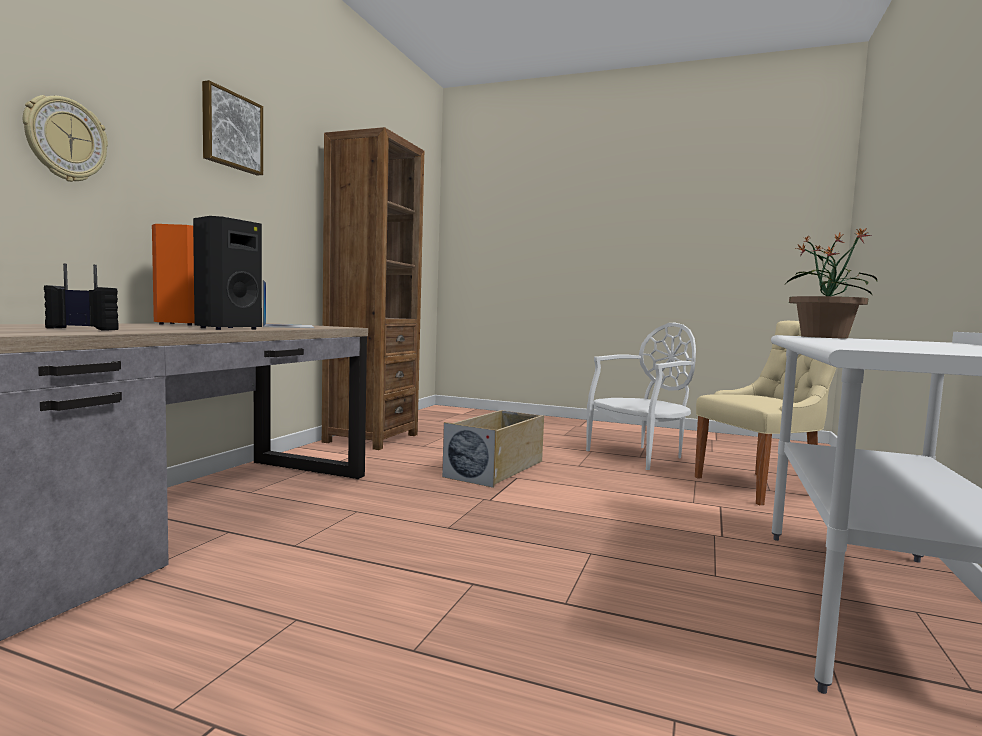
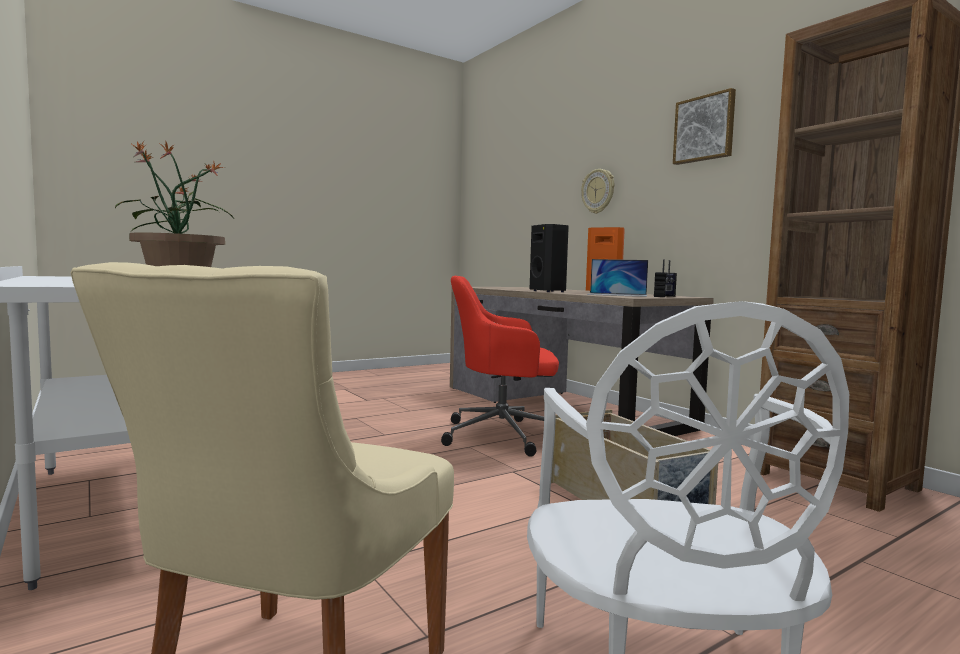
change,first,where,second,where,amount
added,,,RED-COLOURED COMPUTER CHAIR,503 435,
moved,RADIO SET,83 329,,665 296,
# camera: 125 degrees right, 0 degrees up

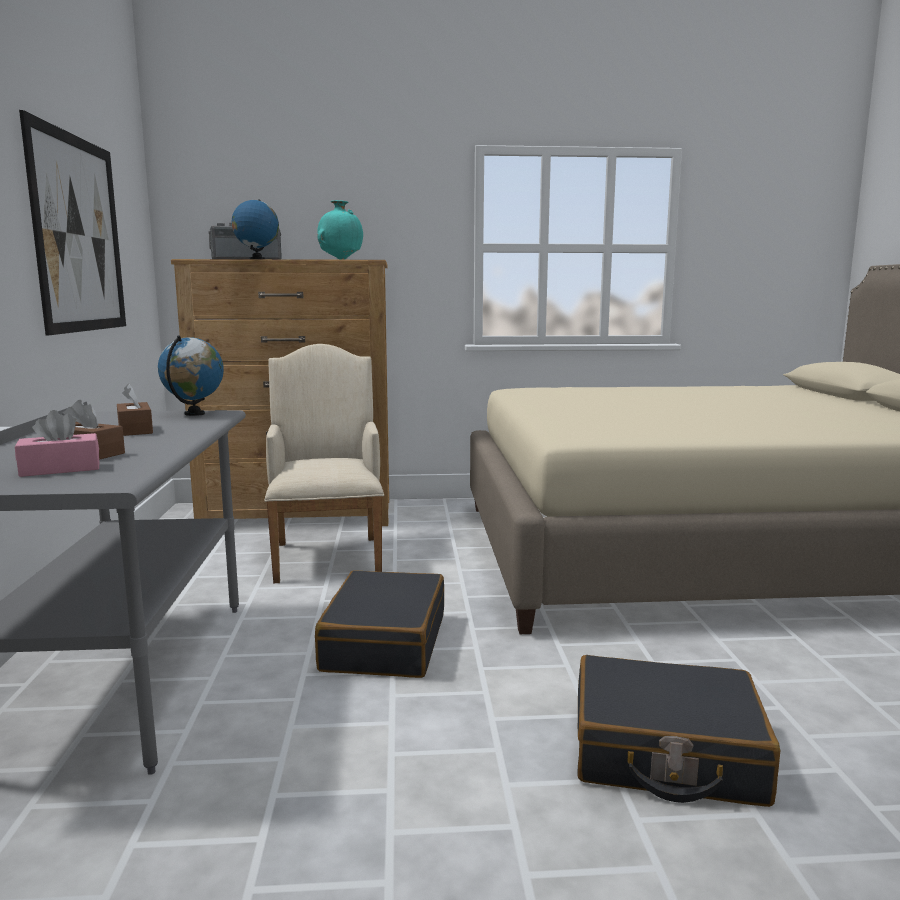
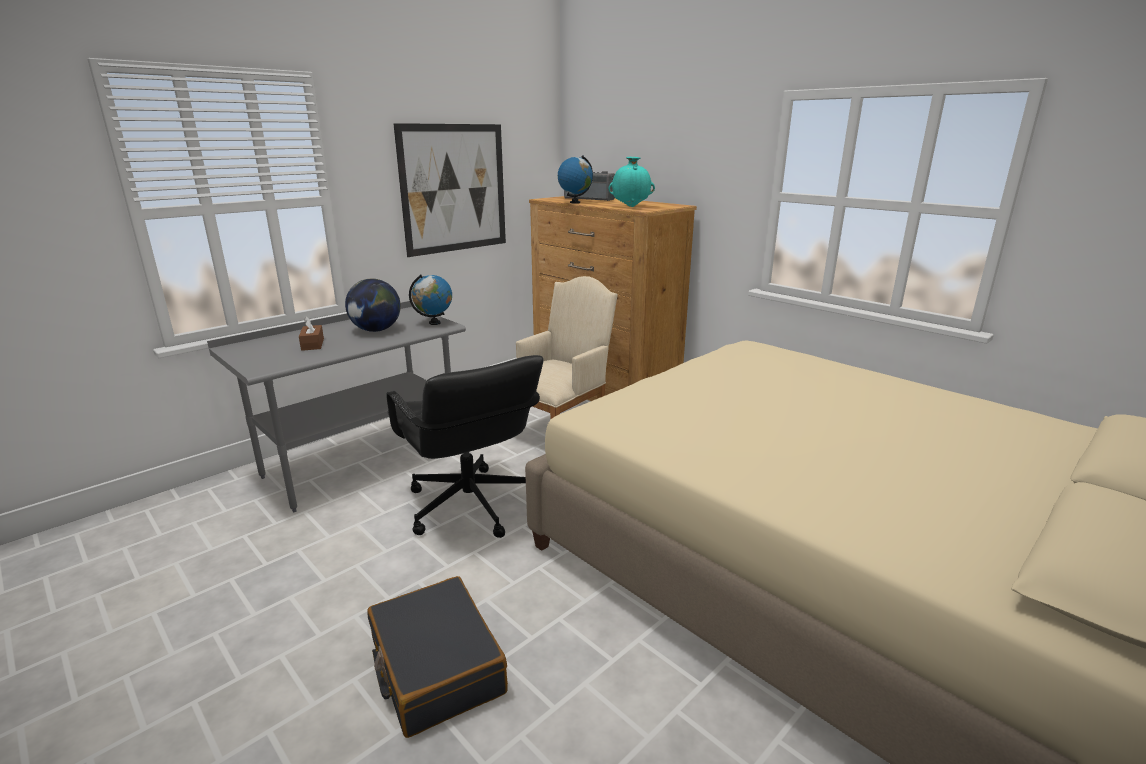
change,first,where,second,where,amount
replaced,BROWN TISSUE HOLDER,135 430,WORLD GLOBE,376 330,
replaced,BLACK-COLOURED TRAVEL CASE,384 642,BLACK-COLOURED COMPUTER CHAIR,470 506,
removed,PINK-COLOURED TISSUE HOLDER,60 469,,,
# camera: 50 degrees right, 10 degrees up

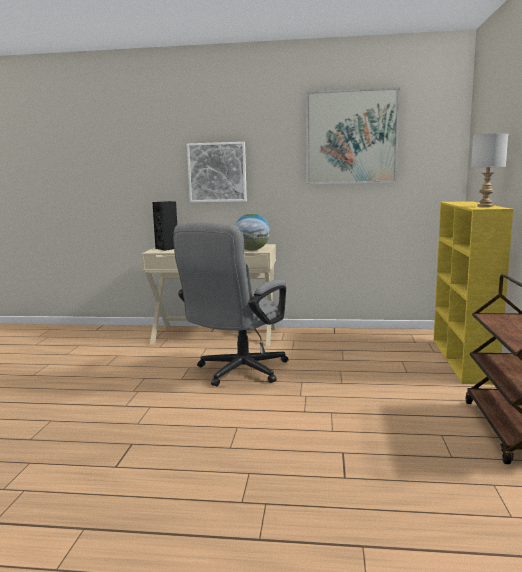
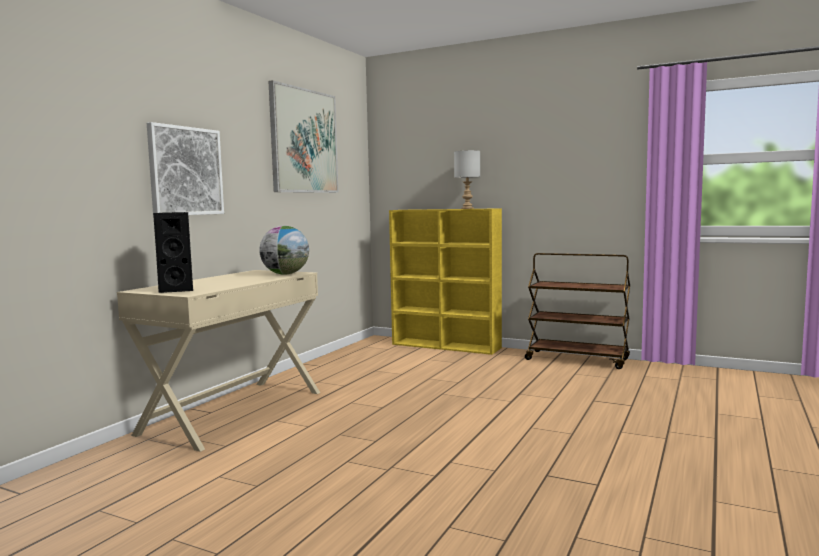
change,first,where,second,where,amount
removed,GREY COMPUTER CHAIR,237 372,,,
# camera: 70 degrees left, 5 degrees down

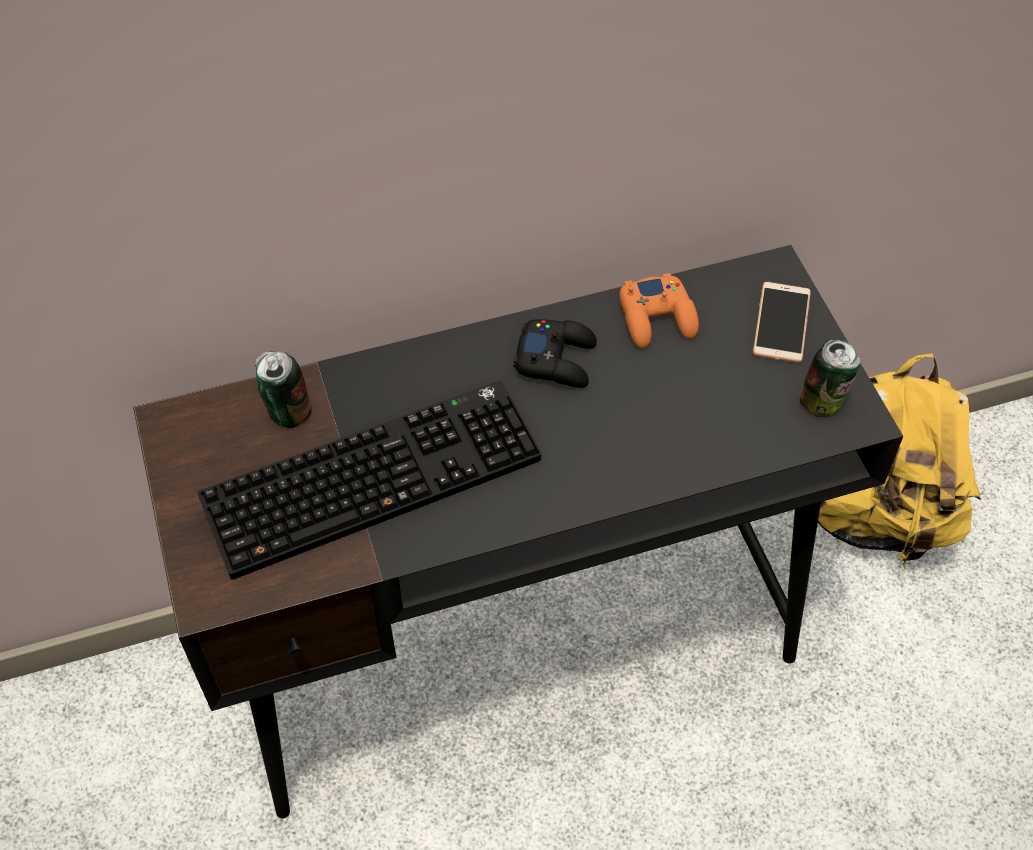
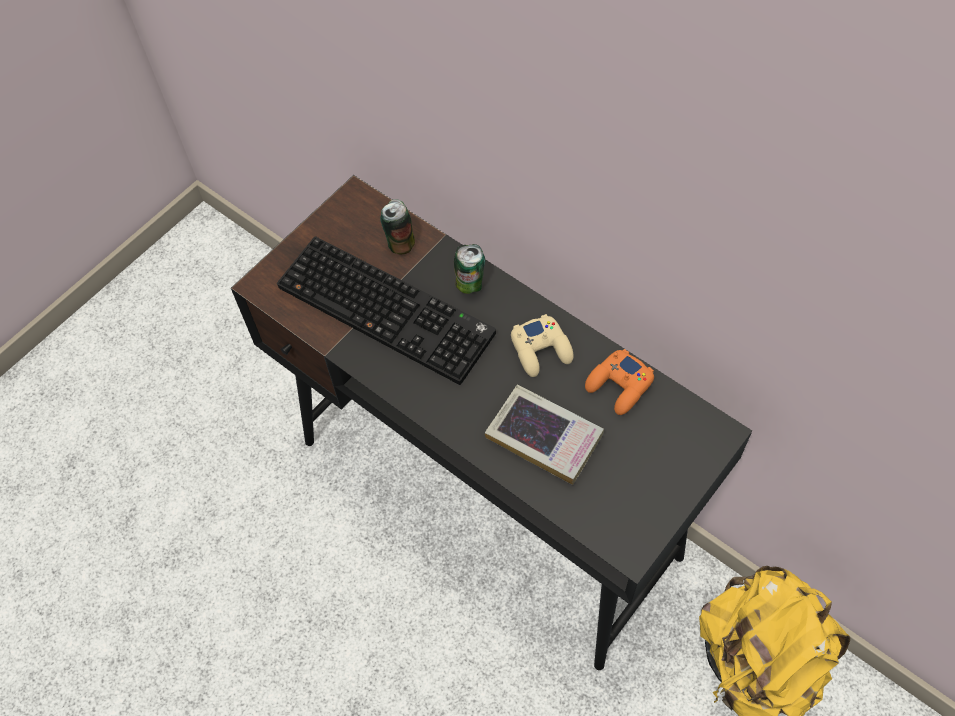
change,first,where,second,where,amount
moved,SEALED CAN,823 403,,470 285,
added,,,BOOK,544 437,
recoloured,BLACK-COLOURED GAMEPAD,556 359,BEIGE-COLOURED GAMEPAD,541 350,
removed,PHONE,781 323,,,
# camera: 60 degrees right, 5 degrees up

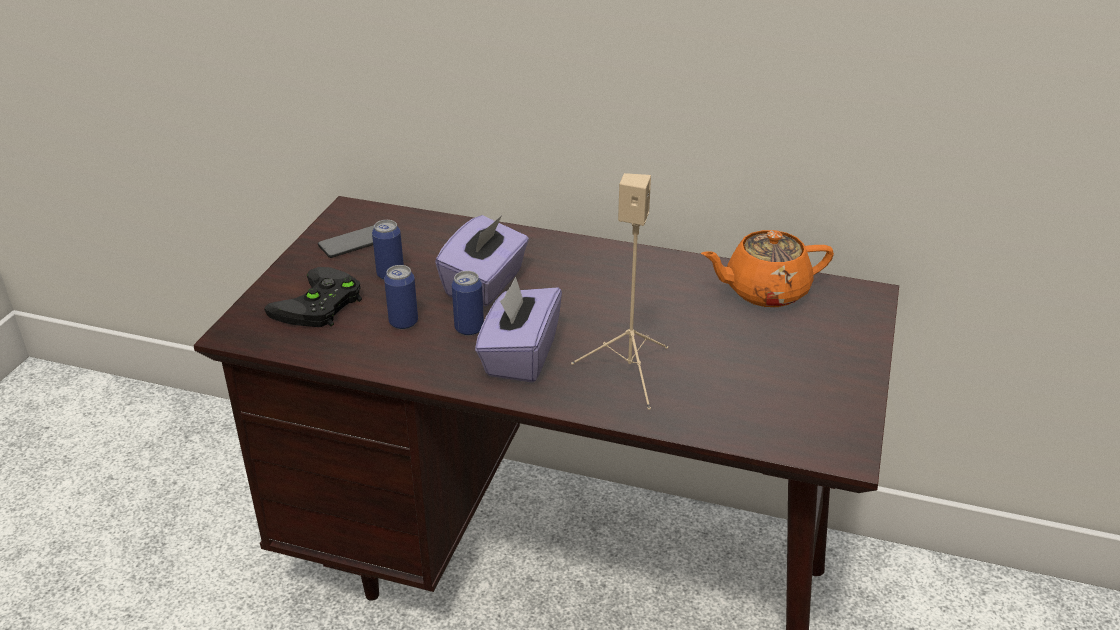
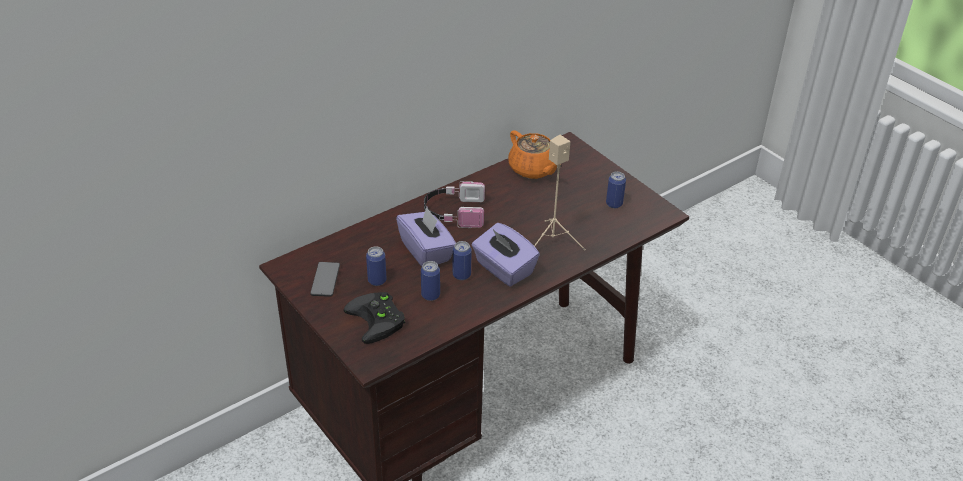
change,first,where,second,where,amount
added,,,HEADPHONES,454 213,
turned,ORANGE-COLOURED POT FOR TEA,764 291,,533 169,60 degrees counterclockwise
added,,,SEALED CAN,614 204,
# camera: 55 degrees left, 5 degrees up

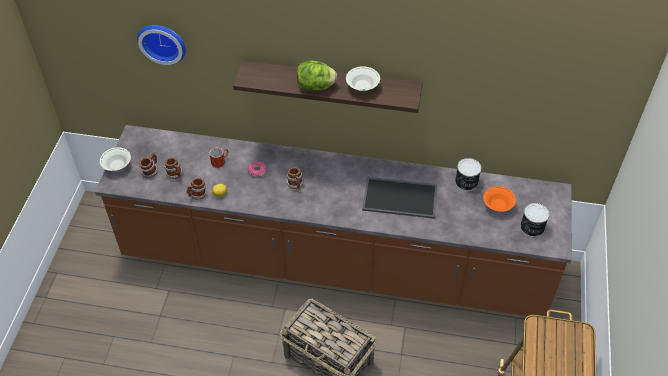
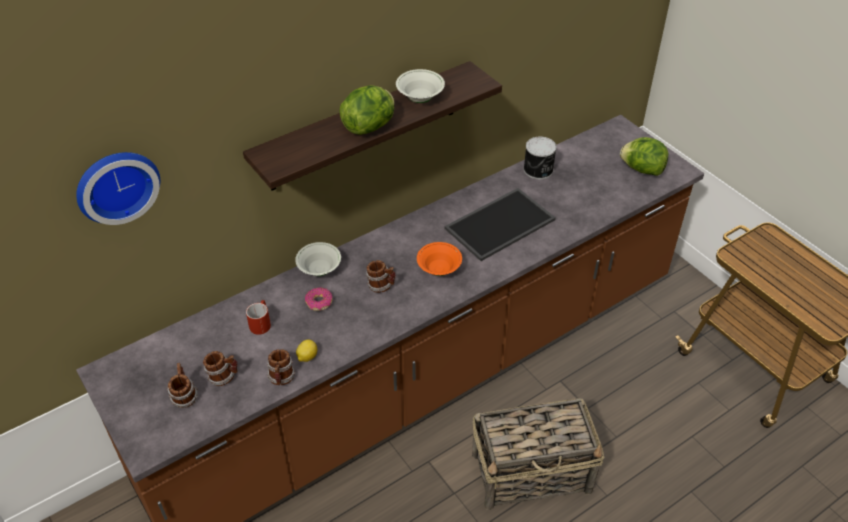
change,first,where,second,where,amount
moved,WHITE-COLOURED SERVING BOWL,117 166,,319 270,
moved,ORANGE-COLOURED SERVING BOWL,497 206,,439 270,
replaced,SEALED CAN,532 228,LETTUCE,642 169,
# camera: 45 degrees left, 5 degrees down

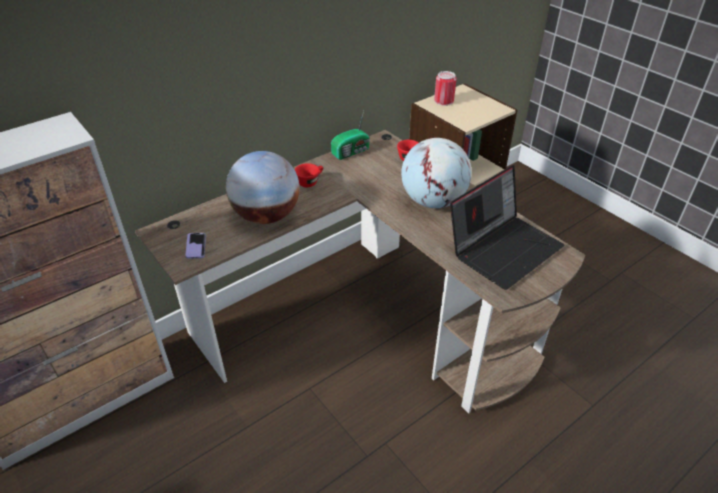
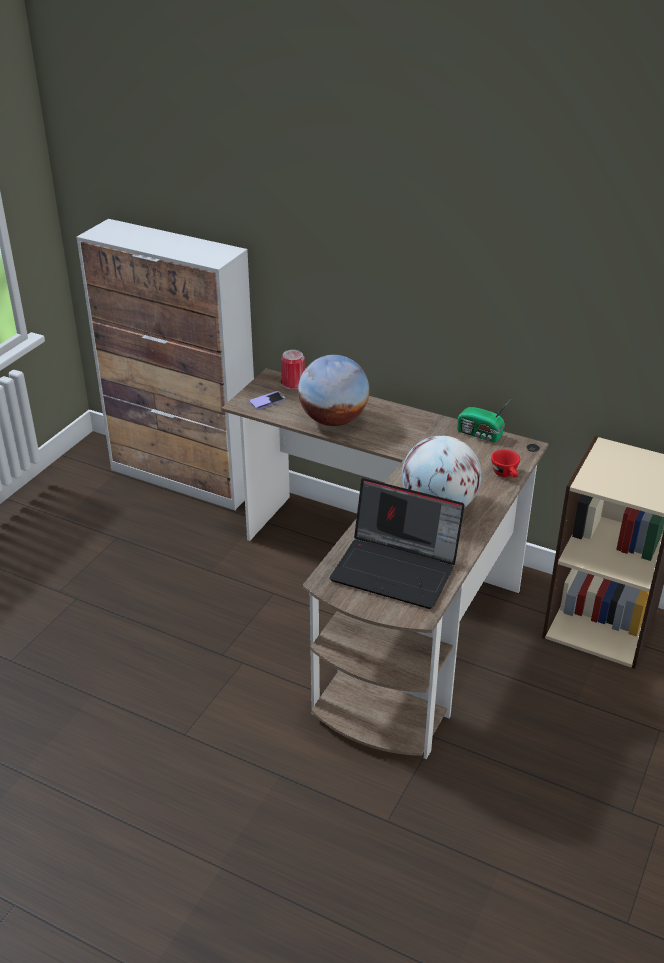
change,first,where,second,where,amount
moved,SEALED CAN,443 101,,293 383,
removed,RED-COLOURED DRINKING CUP,310 181,,,
# camera: 65 degrees right, 5 degrees down

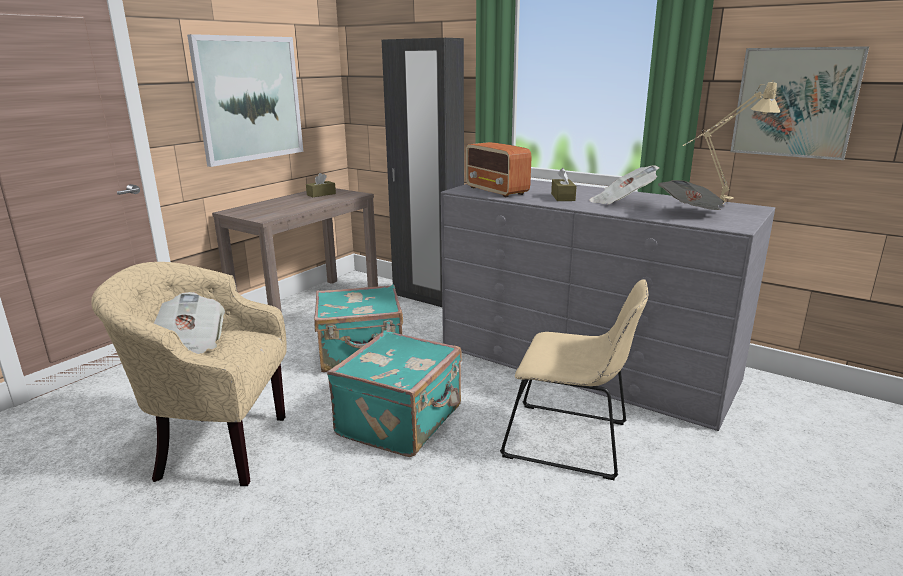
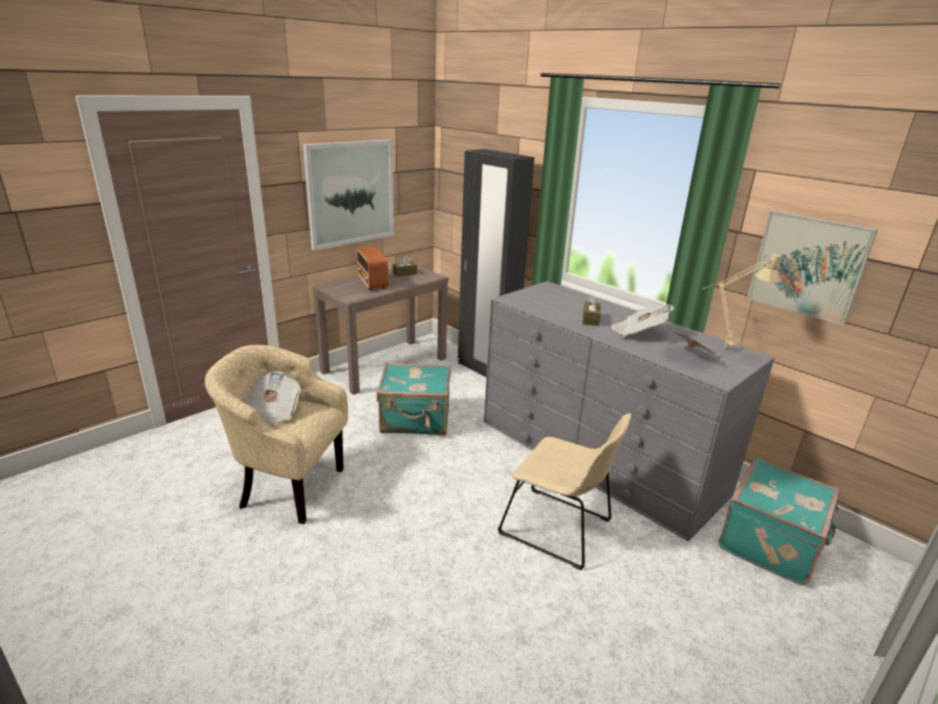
change,first,where,second,where,amount
moved,RADIO SET,497 191,,372 283,
moved,TURQUOISE TRAVEL CASE,402 421,,772 543,
# camera: 10 degrees right, 5 degrees up

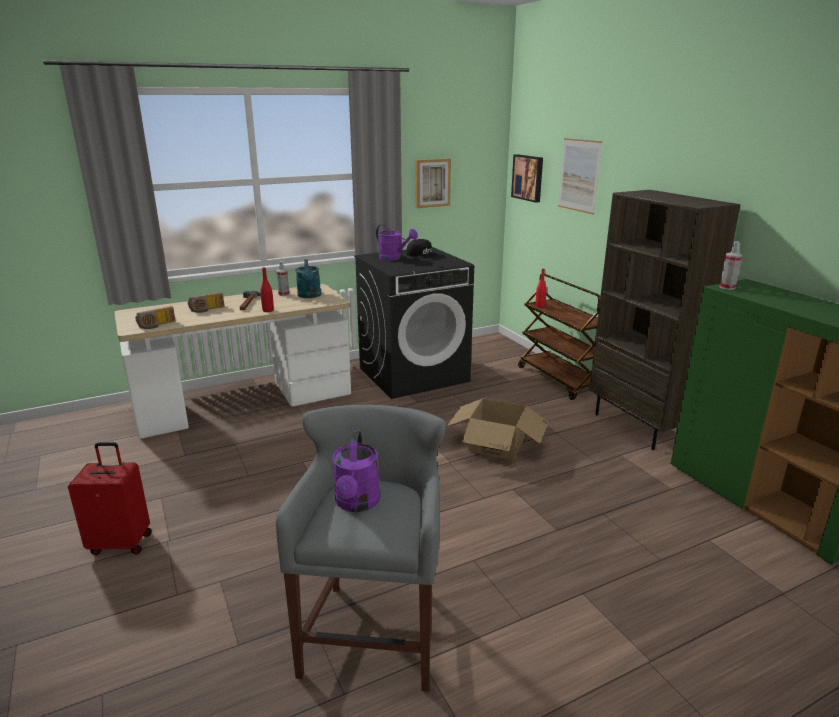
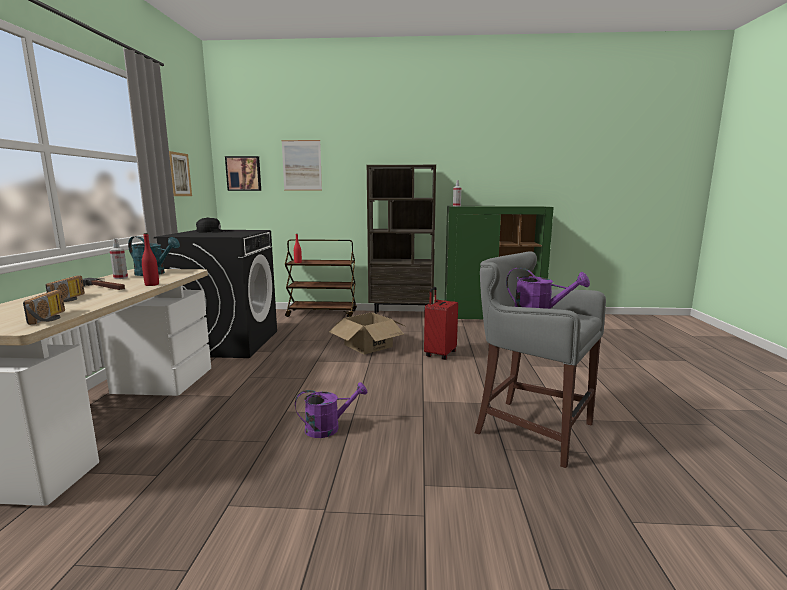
change,first,where,second,where,amount
moved,PURPLE WATERING CAN,394 258,,328 428,
moved,RED-COLOURED TRAVEL CASE,121 543,,439 354,
# camera: 60 degrees left, 10 degrees down

